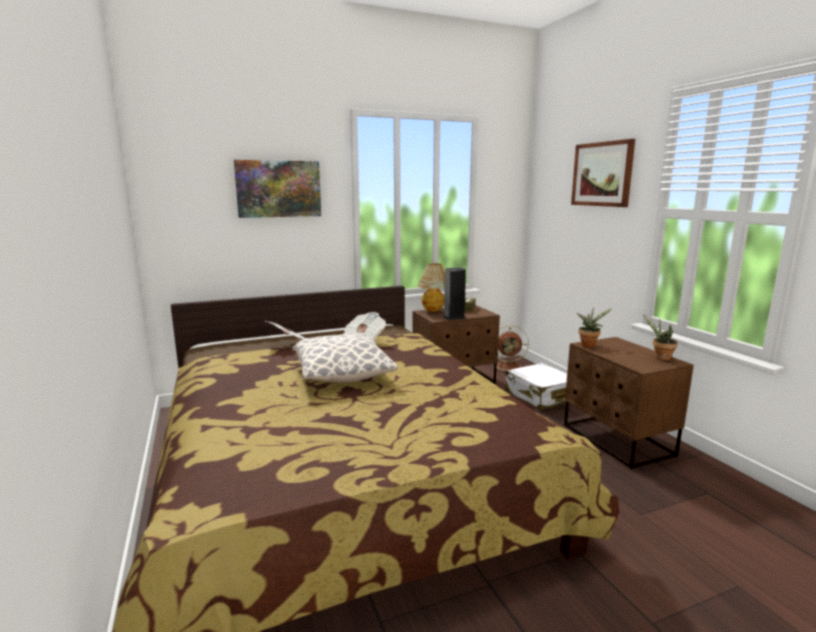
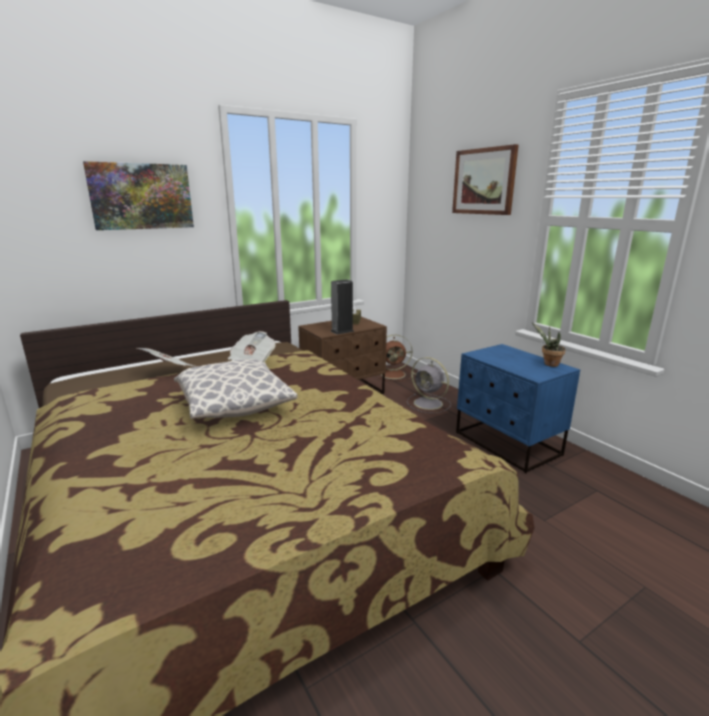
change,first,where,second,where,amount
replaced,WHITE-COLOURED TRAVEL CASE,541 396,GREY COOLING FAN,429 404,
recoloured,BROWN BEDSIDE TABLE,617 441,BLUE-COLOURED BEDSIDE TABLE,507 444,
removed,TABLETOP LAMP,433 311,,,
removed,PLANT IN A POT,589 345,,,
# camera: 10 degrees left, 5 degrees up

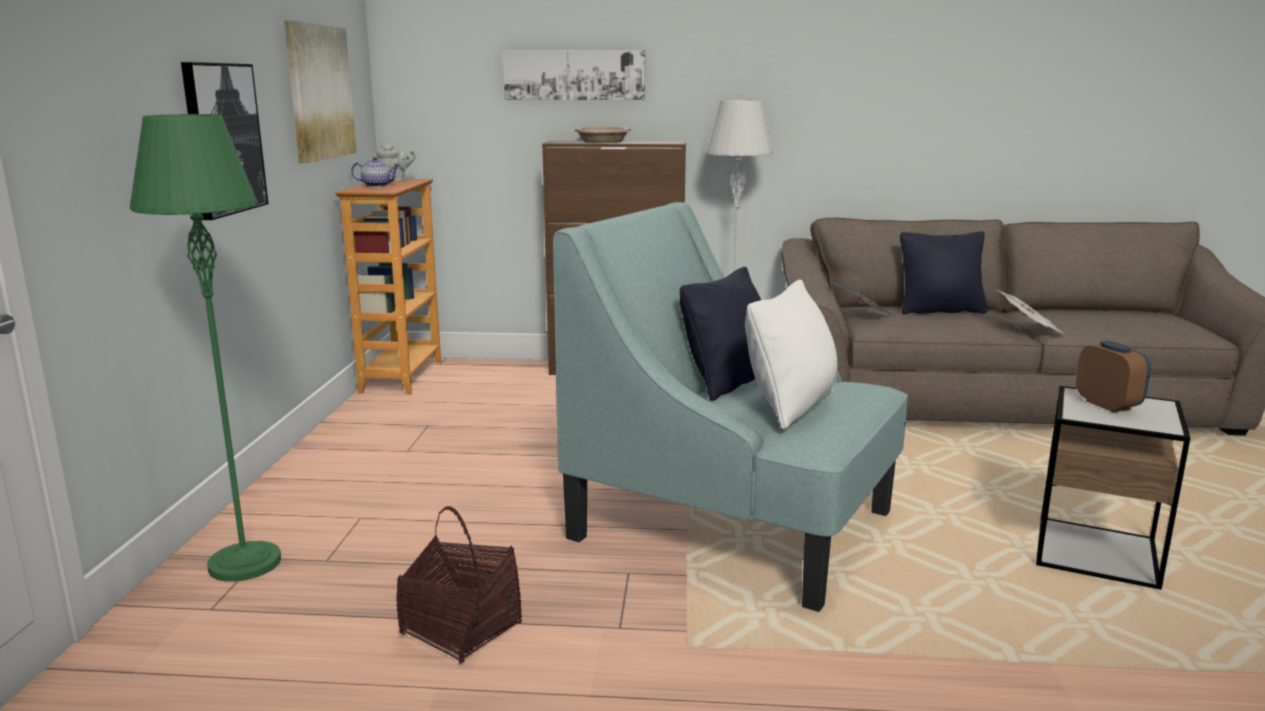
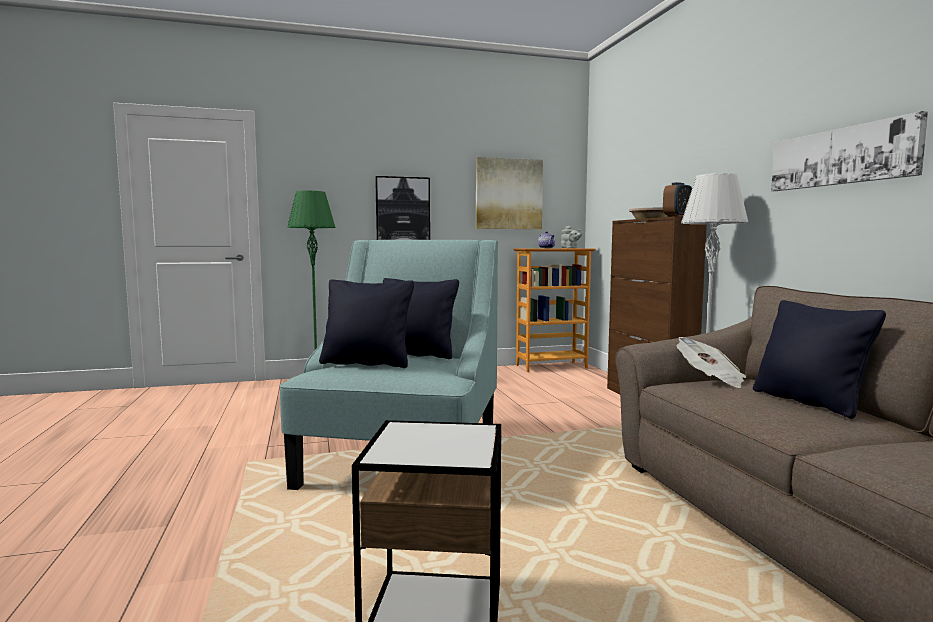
change,first,where,second,where,amount
recoloured,WHITE-COLOURED CUSHION,791 407,BLACK-COLOURED CUSHION,367 363,
moved,BEDSIDE CLOCK,1107 405,,677 217,
moved,WALL PICTURE,574 75,,841 157,
removed,BASKET,461 630,,,
removed,DAILY PAPER,1028 329,,,
# camera: 70 degrees right, 10 degrees down

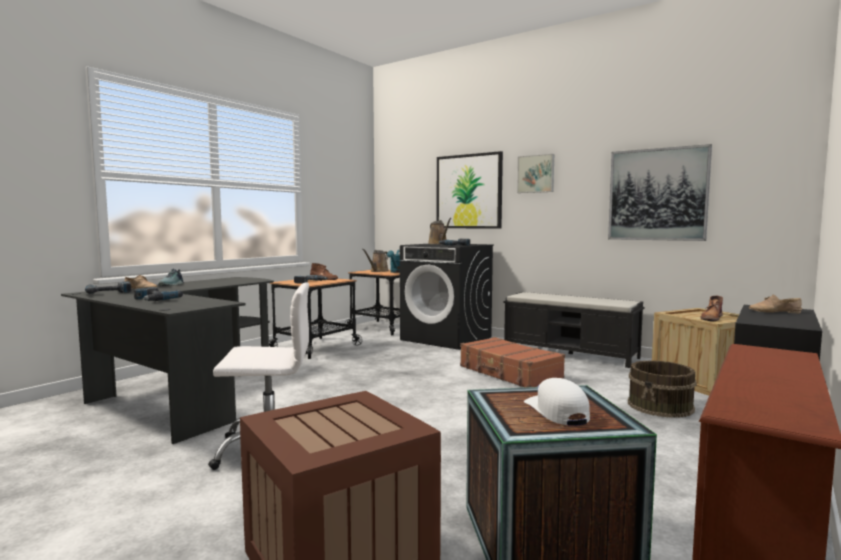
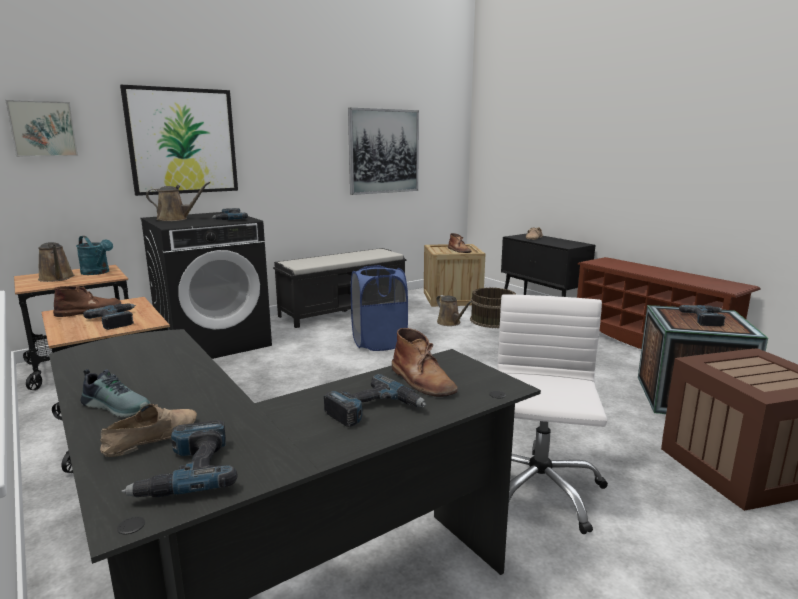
change,first,where,second,where,amount
moved,WALL PICTURE,536 174,,43 129,
replaced,BROWN TRAVEL CASE,509 373,BLUE-COLOURED LAUNDRY BASKET,379 343,
added,,,BROWN HIGH-TOP BOOT,422 381,
added,,,BROWN WATERING CAN,450 323,
replaced,WHITE-COLOURED CAP,556 411,POWER DRILL,707 319,
# camera: 70 degrees left, 10 degrees up

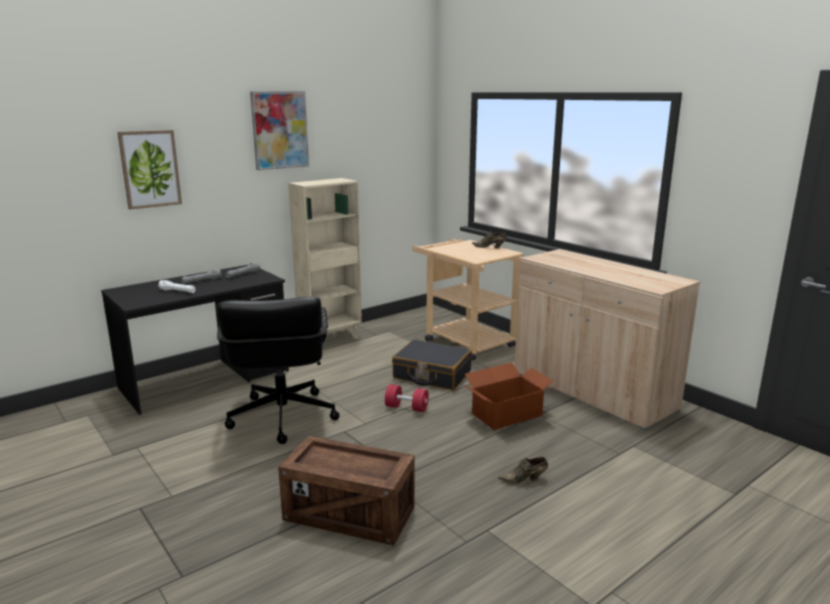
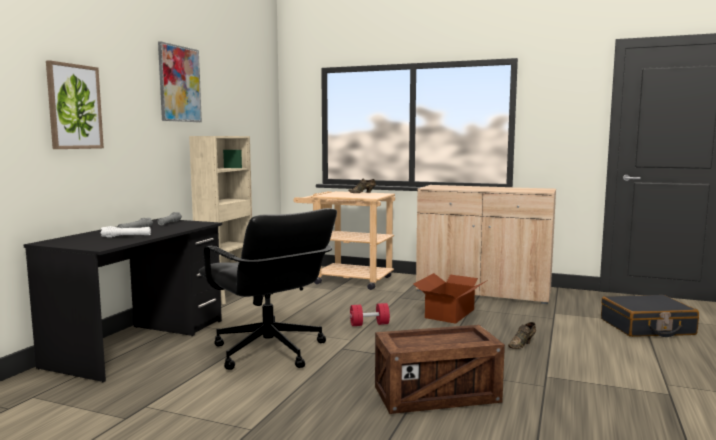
change,first,where,second,where,amount
moved,BLACK-COLOURED TRAVEL CASE,432 375,,647 327,
# camera: 30 degrees left, 10 degrees down

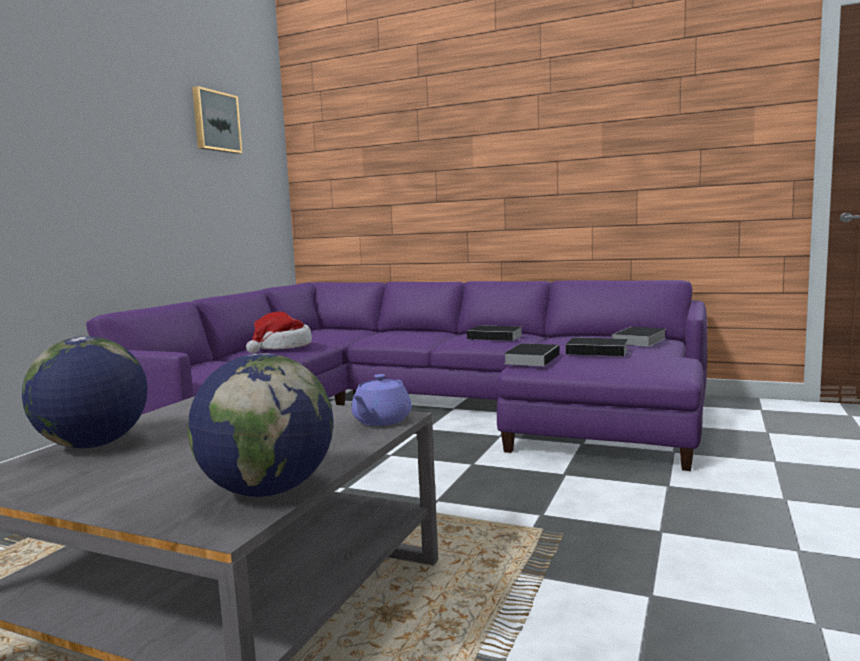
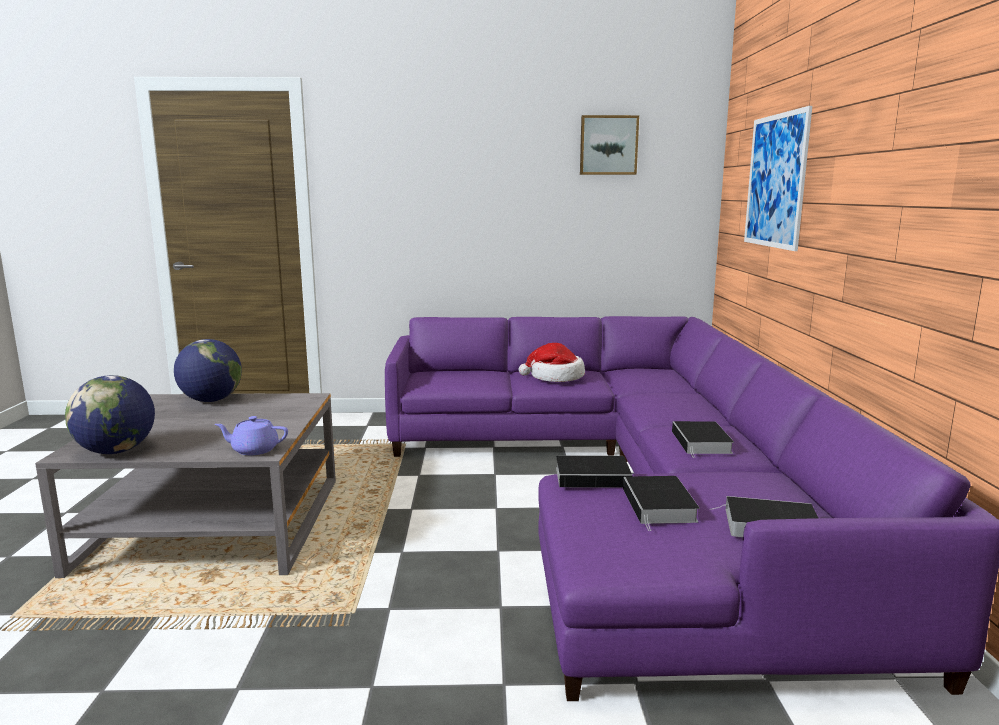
change,first,where,second,where,amount
added,,,WALL PICTURE,775 181,
# camera: 65 degrees right, 5 degrees up

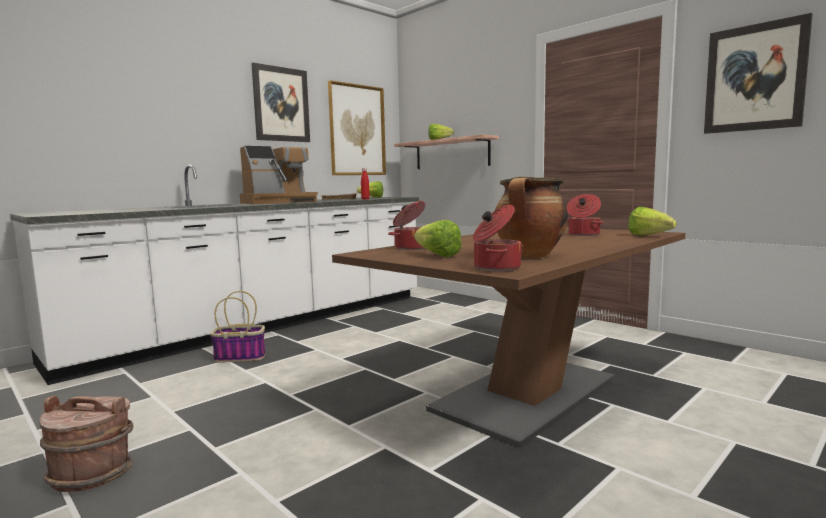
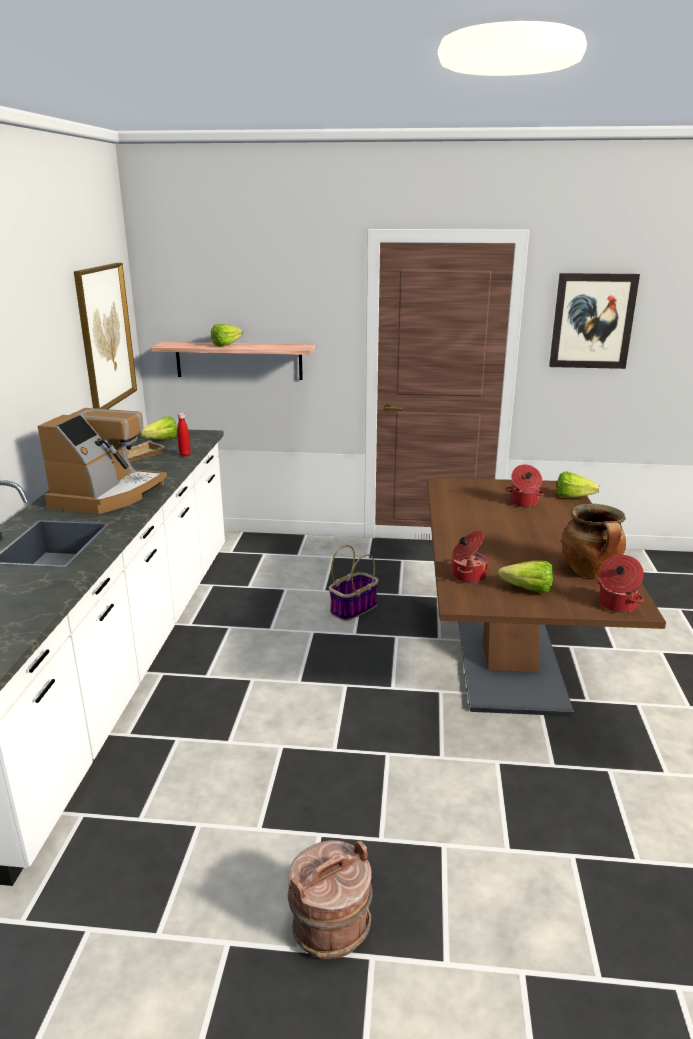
change,first,where,second,where,amount
moved,BASKET,241 357,,353 608,
removed,WALL PICTURE,281 104,,,
# camera: 40 degrees left, 15 degrees up

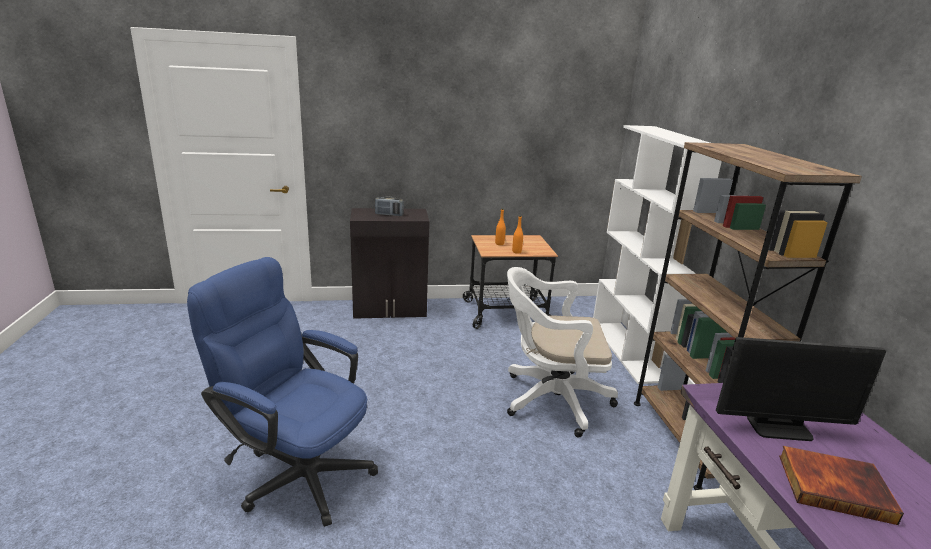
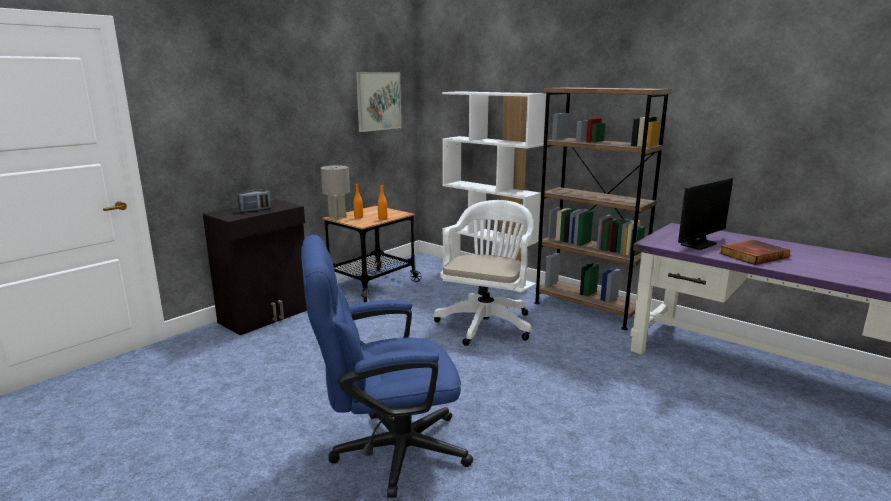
change,first,where,second,where,amount
added,,,GREY TABLETOP LAMP,337 217,
added,,,WALL PICTURE,378 101,
turned,WHITE-COLOURED COMPUTER CHAIR,550 399,,487 322,150 degrees clockwise
# camera: 40 degrees left, 5 degrees down

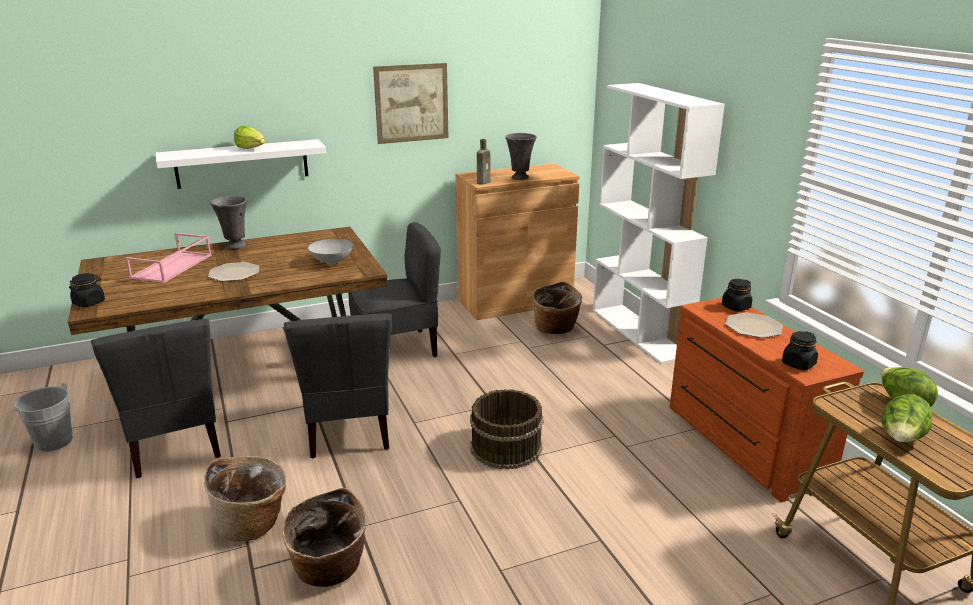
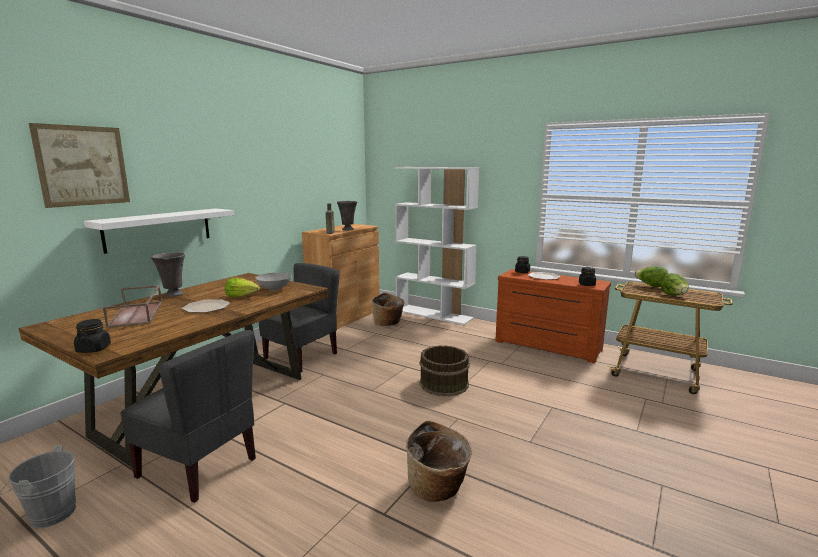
change,first,where,second,where,amount
moved,WALL PICTURE,411 103,,83 166,
recoloured,PINK-COLOURED CARRYING TRAY,172 267,BROWN CARRYING TRAY,137 314,
moved,LETTUCE,251 148,,241 296,
removed,BASKET,253 524,,,
removed,GREY PLAIN CHAIR,348 430,,,
# camera: 35 degrees left, 10 degrees down

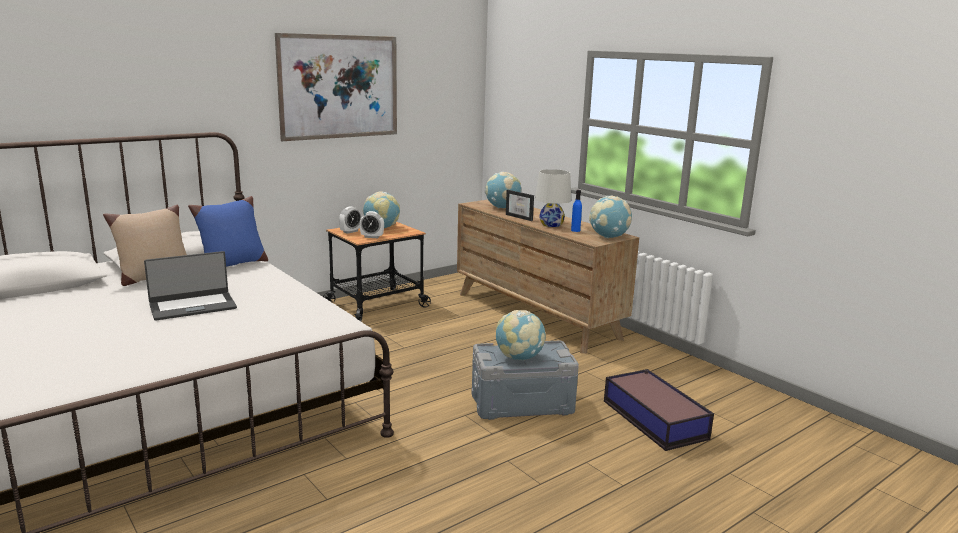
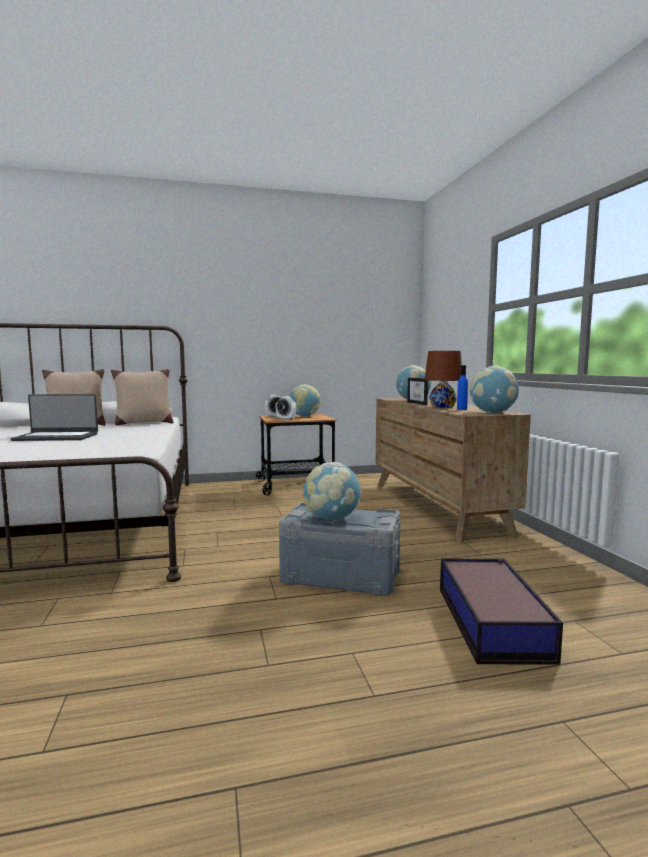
change,first,where,second,where,amount
recoloured,BLUE-COLOURED CUSHION,232 264,BEIGE-COLOURED CUSHION,143 423,
recoloured,WHITE-COLOURED TABLETOP LAMP,551 224,BROWN TABLETOP LAMP,442 406,
removed,WALL PICTURE,339 87,,,
# camera: 25 degrees right, 10 degrees down

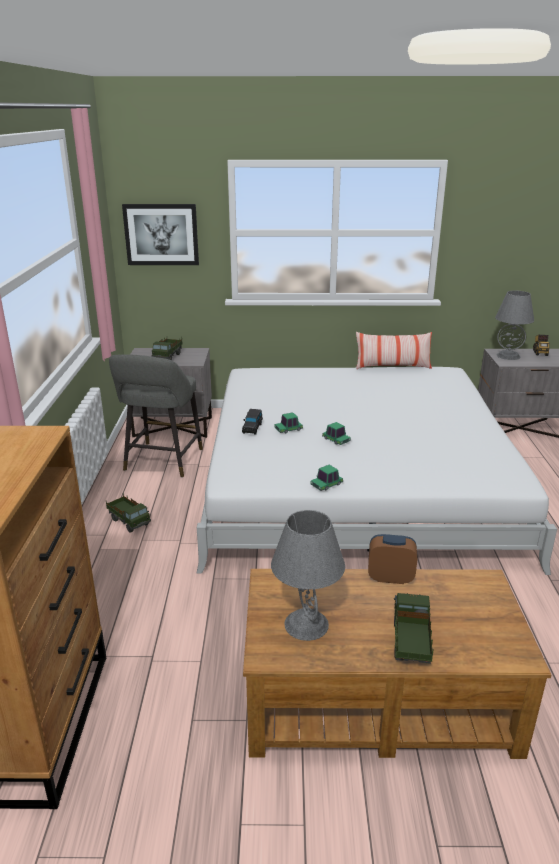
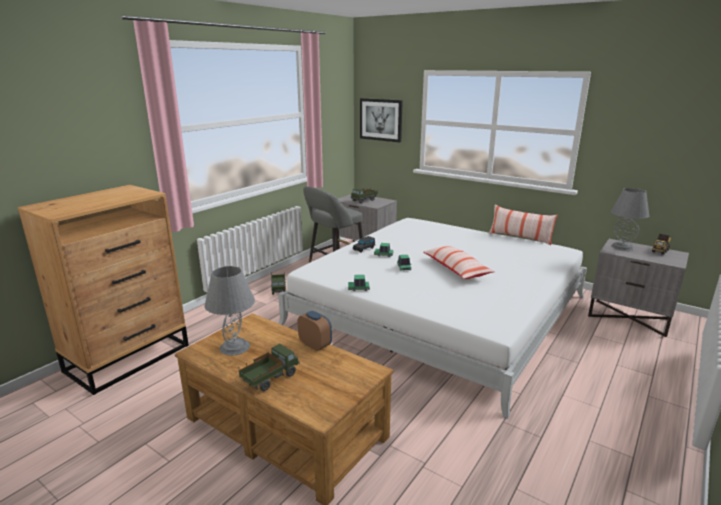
change,first,where,second,where,amount
added,,,CUSHION,456 269,
# camera: 35 degrees right, 5 degrees down

